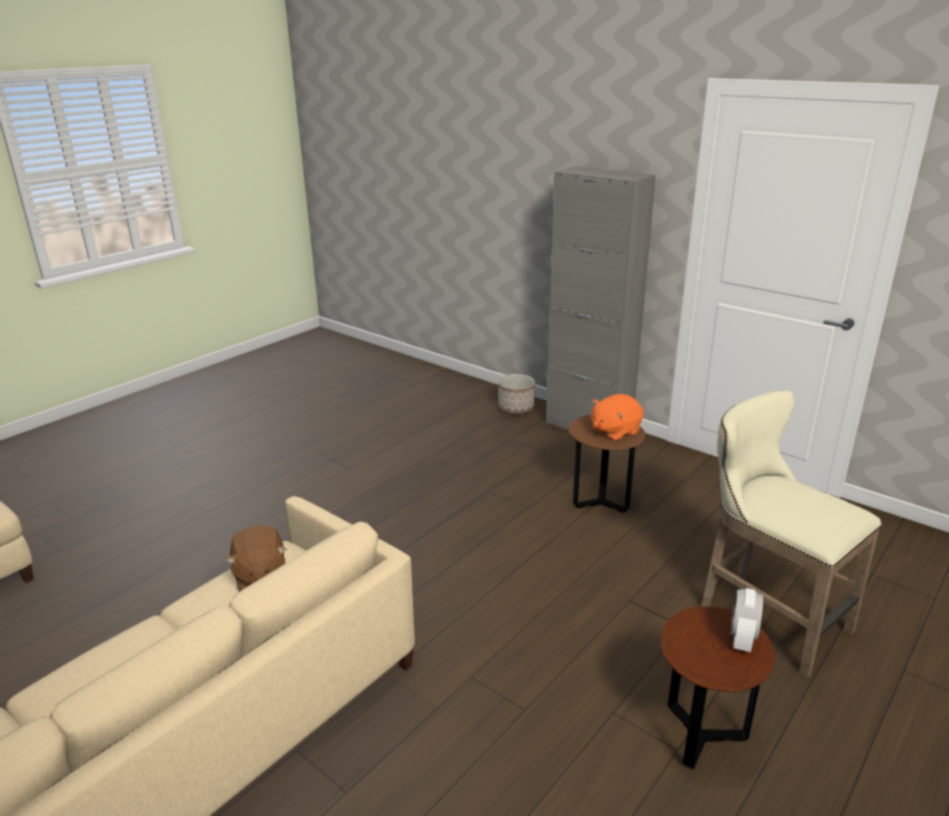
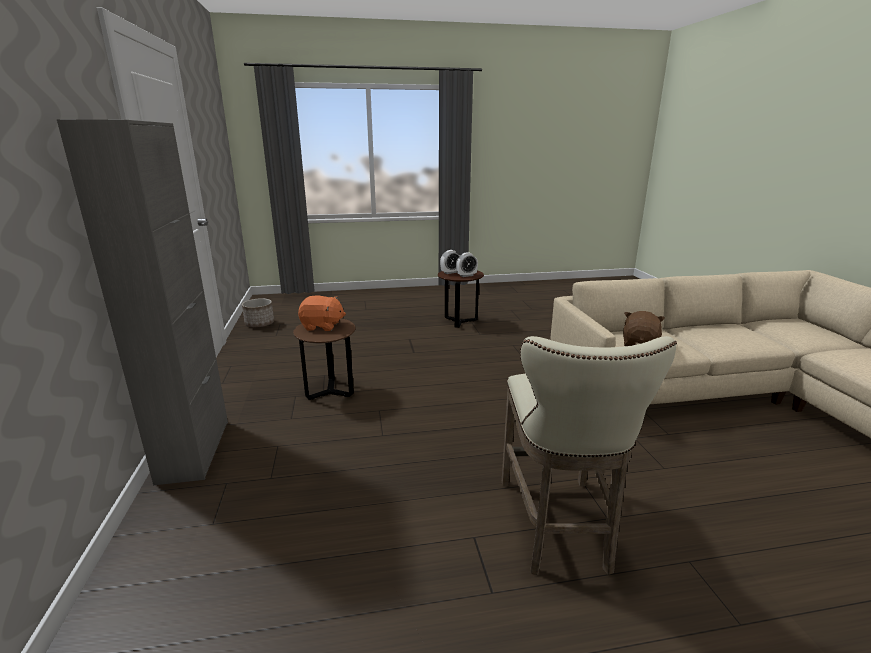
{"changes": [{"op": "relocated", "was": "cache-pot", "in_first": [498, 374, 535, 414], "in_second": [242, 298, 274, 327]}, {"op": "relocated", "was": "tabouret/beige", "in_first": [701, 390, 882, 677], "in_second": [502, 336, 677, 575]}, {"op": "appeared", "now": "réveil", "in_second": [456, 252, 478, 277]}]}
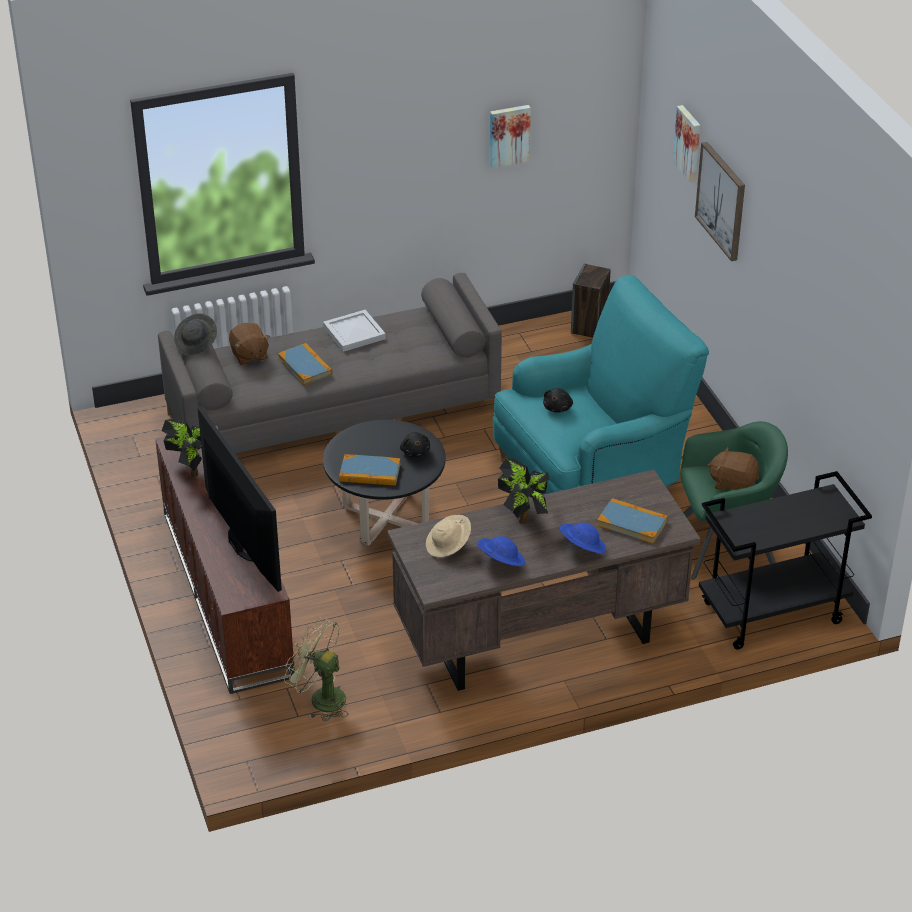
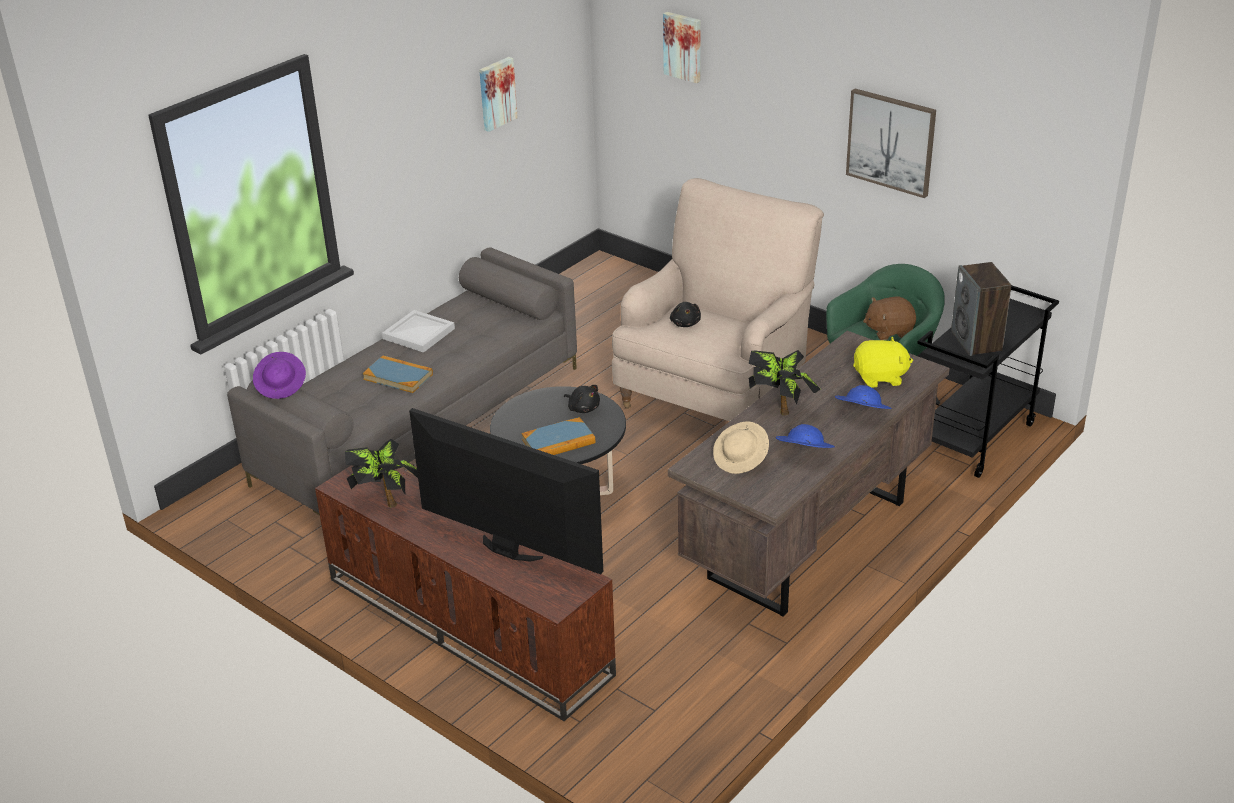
{"changes": [{"op": "colour", "was": "chapeau/gris", "now": "chapeau/violet", "in_first": [174, 313, 217, 355], "in_second": [253, 352, 306, 399]}, {"op": "missing", "was": "peluche/marron", "in_first": [229, 323, 270, 366]}, {"op": "missing", "was": "ventilateur/vert", "in_first": [284, 617, 348, 721]}, {"op": "colour", "was": "fauteuil/turquoise", "now": "fauteuil/beige", "in_first": [493, 275, 709, 495], "in_second": [612, 178, 824, 421]}, {"op": "relocated", "was": "enceinte", "in_first": [571, 263, 611, 338], "in_second": [951, 262, 1012, 356]}, {"op": "exchanged", "was": "livre", "now": "peluche/jaune", "in_first": [597, 498, 668, 544], "in_second": [853, 337, 913, 388]}, {"op": "relocated", "was": "tableau", "in_first": [695, 142, 745, 261], "in_second": [846, 89, 936, 198]}]}
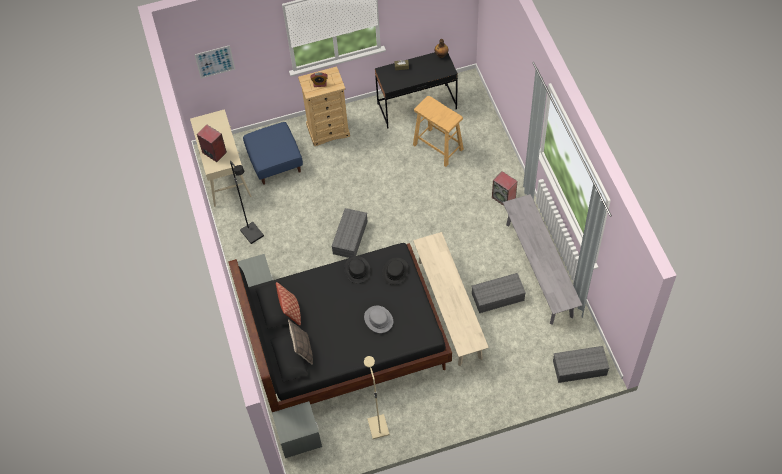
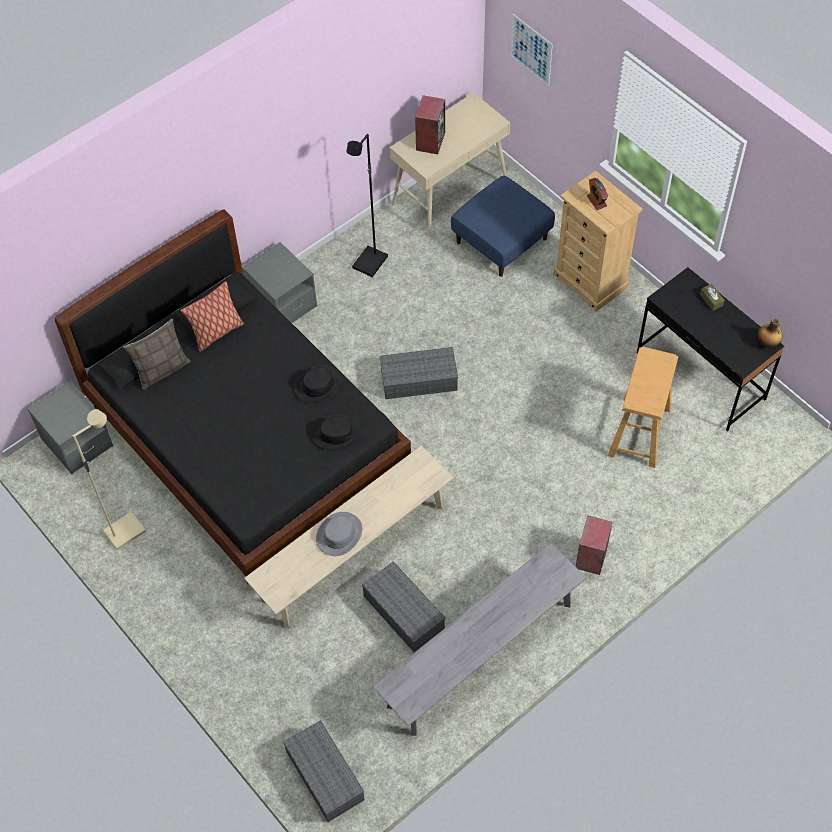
{"changes": [{"op": "relocated", "was": "chapeau/gris", "in_first": [364, 306, 393, 333], "in_second": [316, 512, 362, 556]}]}
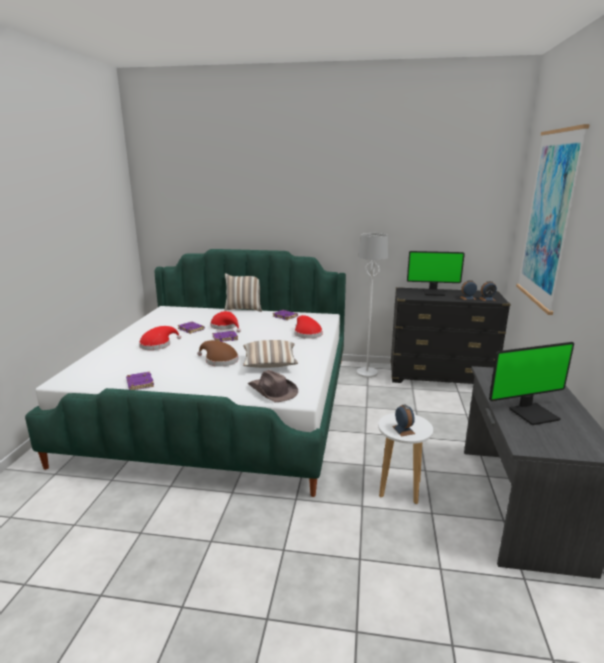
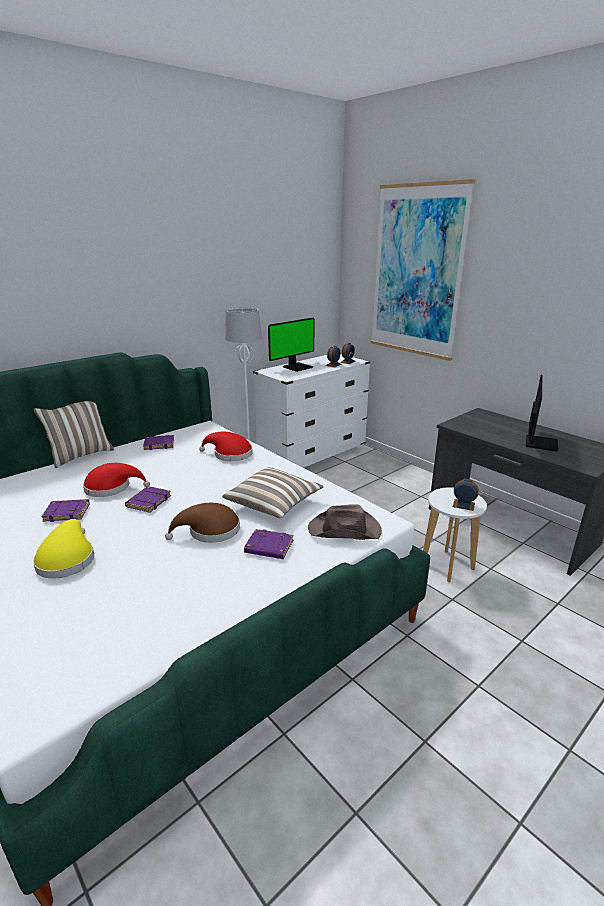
{"changes": [{"op": "relocated", "was": "livre/violet", "in_first": [126, 372, 154, 390], "in_second": [244, 529, 293, 559]}, {"op": "colour", "was": "chapeau/rouge", "now": "chapeau/jaune", "in_first": [139, 326, 181, 350], "in_second": [33, 519, 94, 579]}, {"op": "colour", "was": "commode/noir", "now": "commode/blanc", "in_first": [391, 287, 511, 384], "in_second": [253, 354, 371, 468]}]}
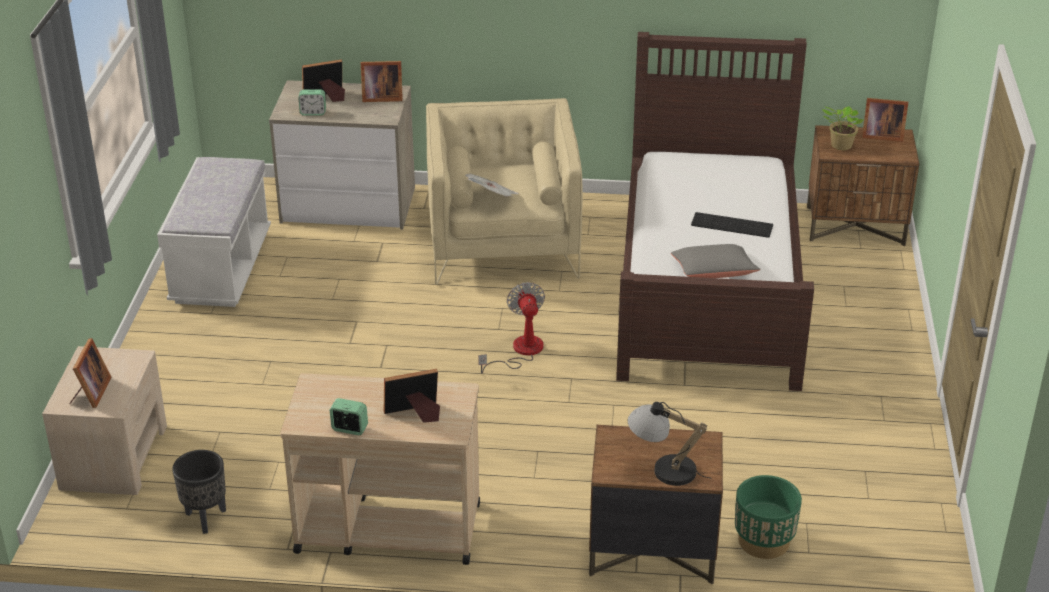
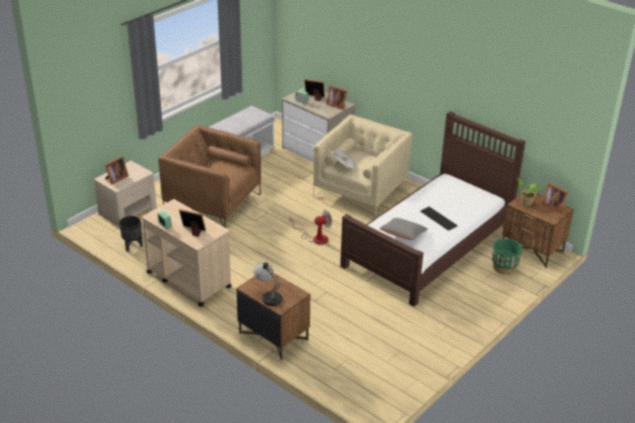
{"changes": [{"op": "spun", "was": "ventilateur", "in_first": [478, 282, 545, 374], "in_second": [290, 210, 332, 245], "clockwise": 45}, {"op": "relocated", "was": "cache-pot/vert", "in_first": [735, 475, 802, 559], "in_second": [492, 238, 522, 275]}, {"op": "appeared", "now": "fauteuil/marron", "in_second": [158, 125, 261, 228]}]}
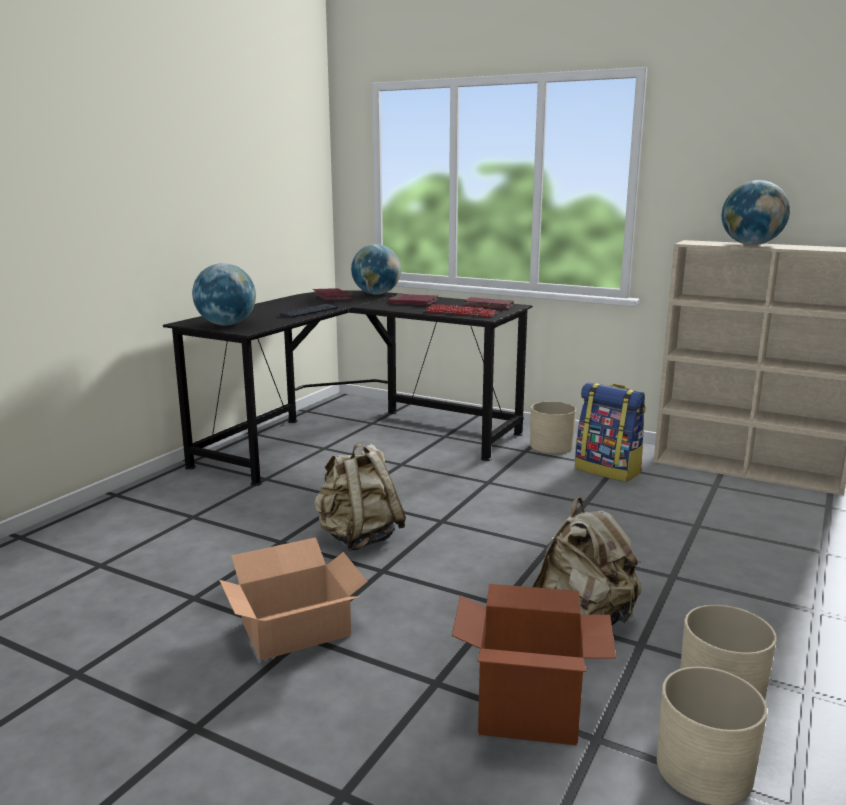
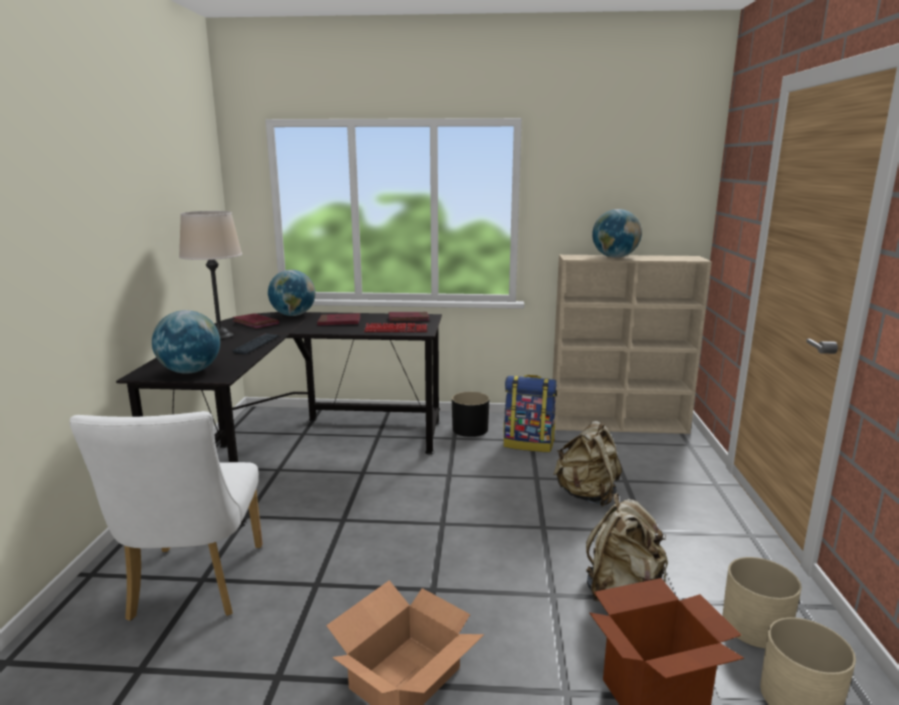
{"changes": [{"op": "relocated", "was": "sac à dos/beige", "in_first": [314, 444, 406, 551], "in_second": [553, 421, 622, 507]}, {"op": "colour", "was": "cache-pot/beige", "now": "cache-pot/noir", "in_first": [530, 401, 576, 454], "in_second": [452, 392, 489, 437]}, {"op": "appeared", "now": "chaise/blanc", "in_second": [70, 411, 263, 621]}, {"op": "appeared", "now": "lampe de table/beige", "in_second": [179, 211, 242, 339]}]}
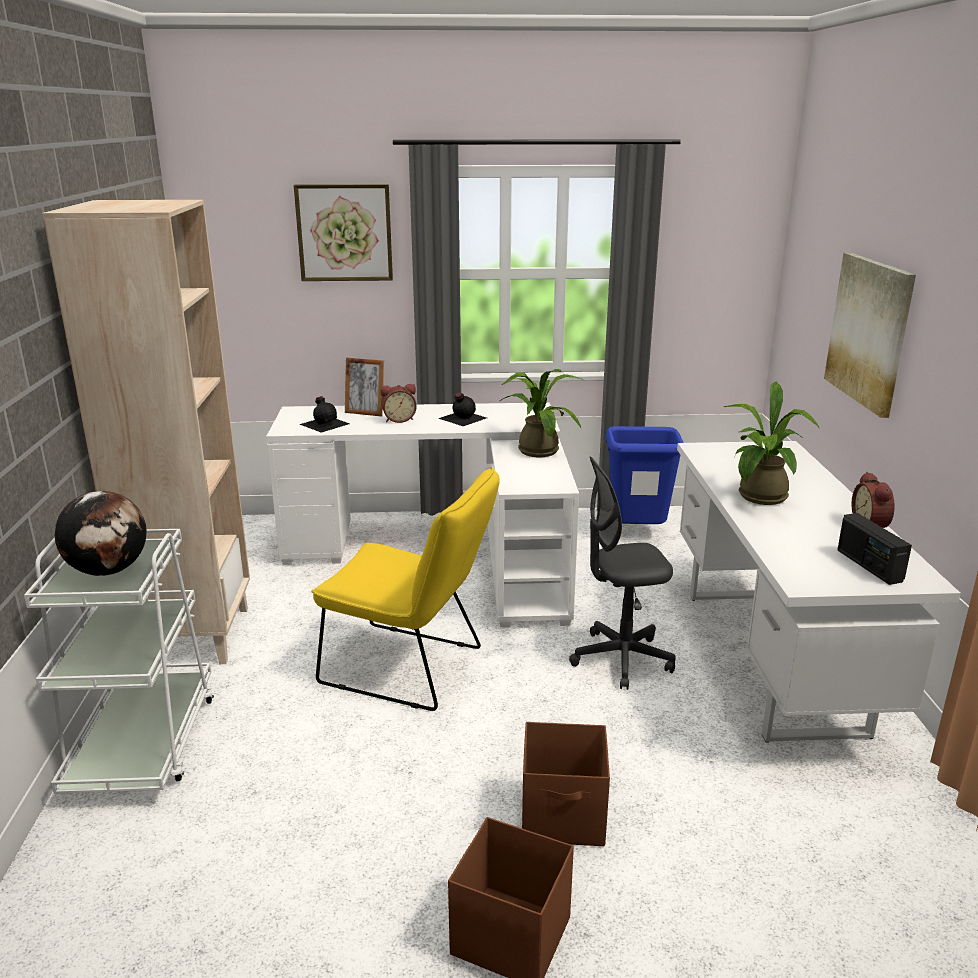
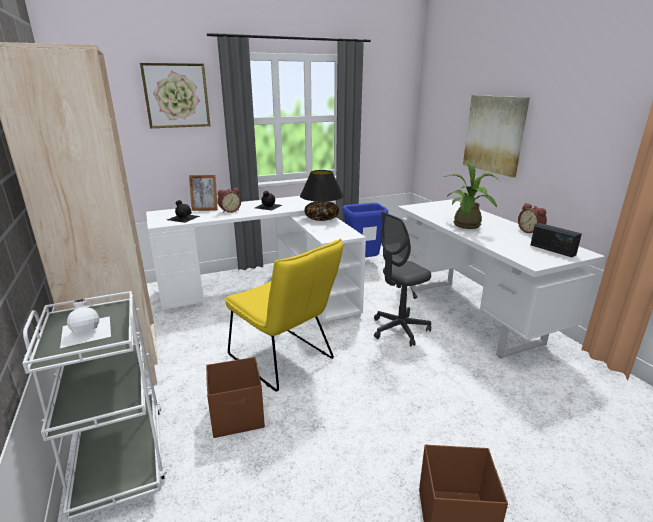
{"changes": [{"op": "exchanged", "was": "globe", "now": "bouteille/blanc", "in_first": [55, 491, 147, 576], "in_second": [60, 299, 111, 348]}, {"op": "spun", "was": "chaise/jaune", "in_first": [311, 467, 500, 711], "in_second": [224, 239, 343, 392], "clockwise": 45}, {"op": "exchanged", "was": "plante en pot", "now": "lampe de table/noir", "in_first": [500, 369, 583, 457], "in_second": [300, 170, 343, 221]}, {"op": "relocated", "was": "boîte de rangement/marron", "in_first": [522, 722, 610, 846], "in_second": [206, 357, 265, 438]}]}
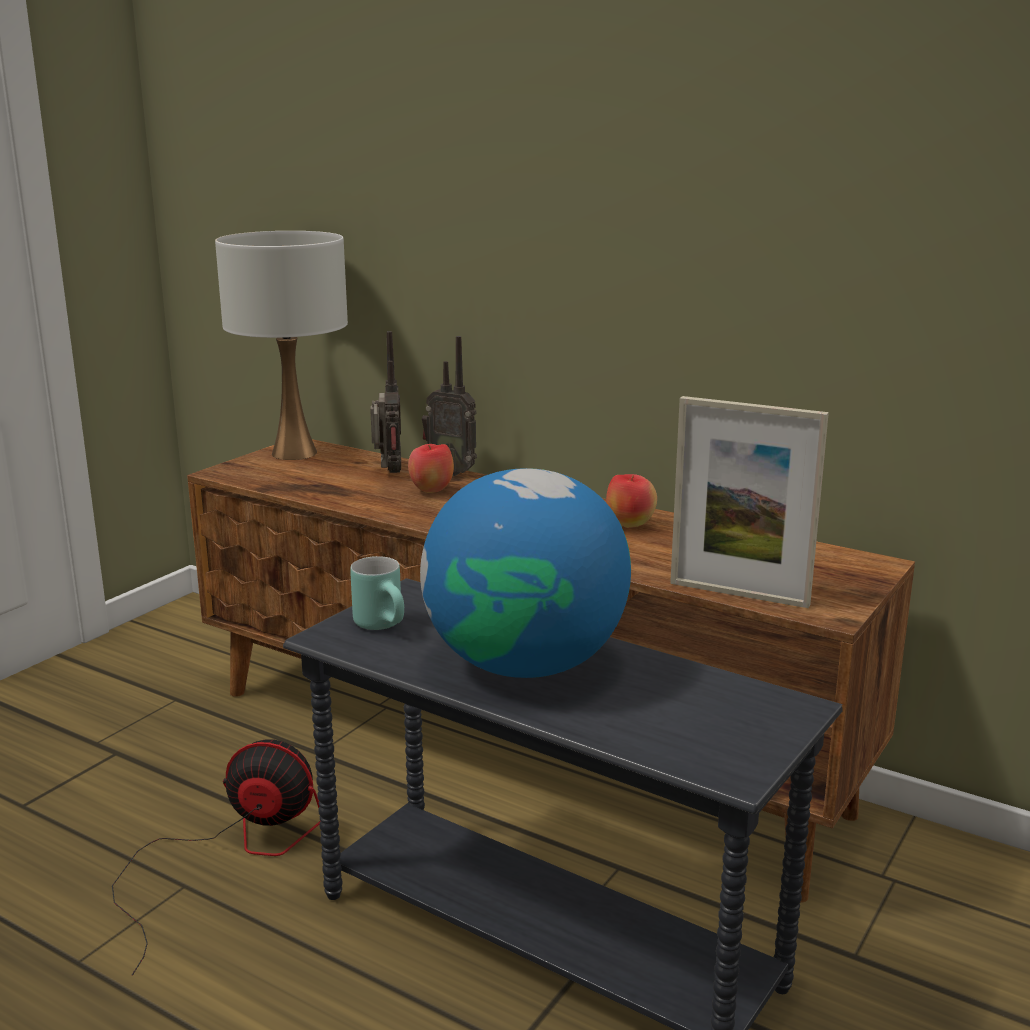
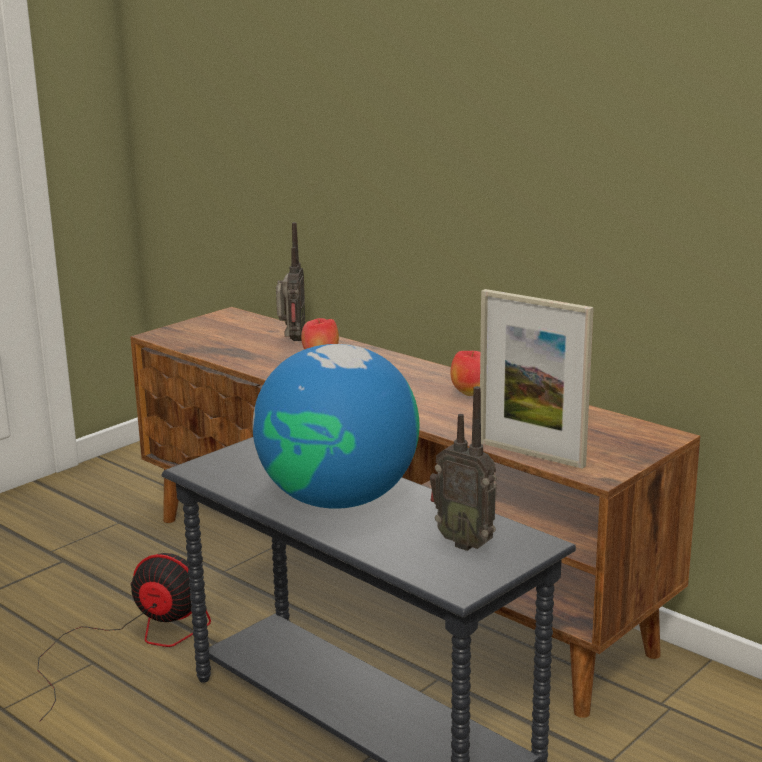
{"changes": [{"op": "missing", "was": "lampe de table/blanc", "in_first": [215, 231, 348, 460]}, {"op": "missing", "was": "mug/turquoise", "in_first": [350, 556, 404, 630]}, {"op": "relocated", "was": "radio", "in_first": [422, 336, 477, 476], "in_second": [430, 386, 497, 551]}]}
